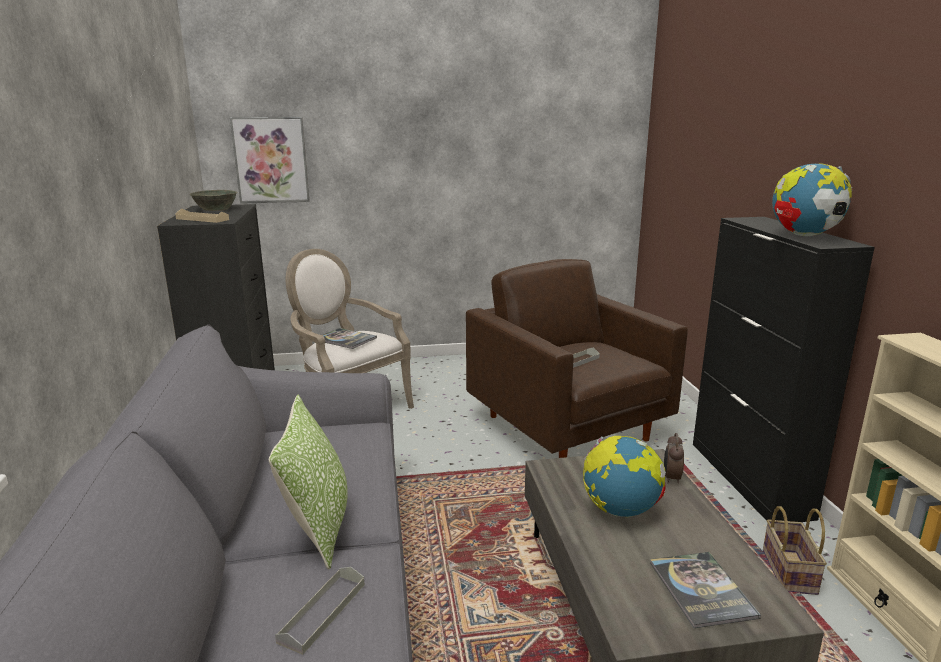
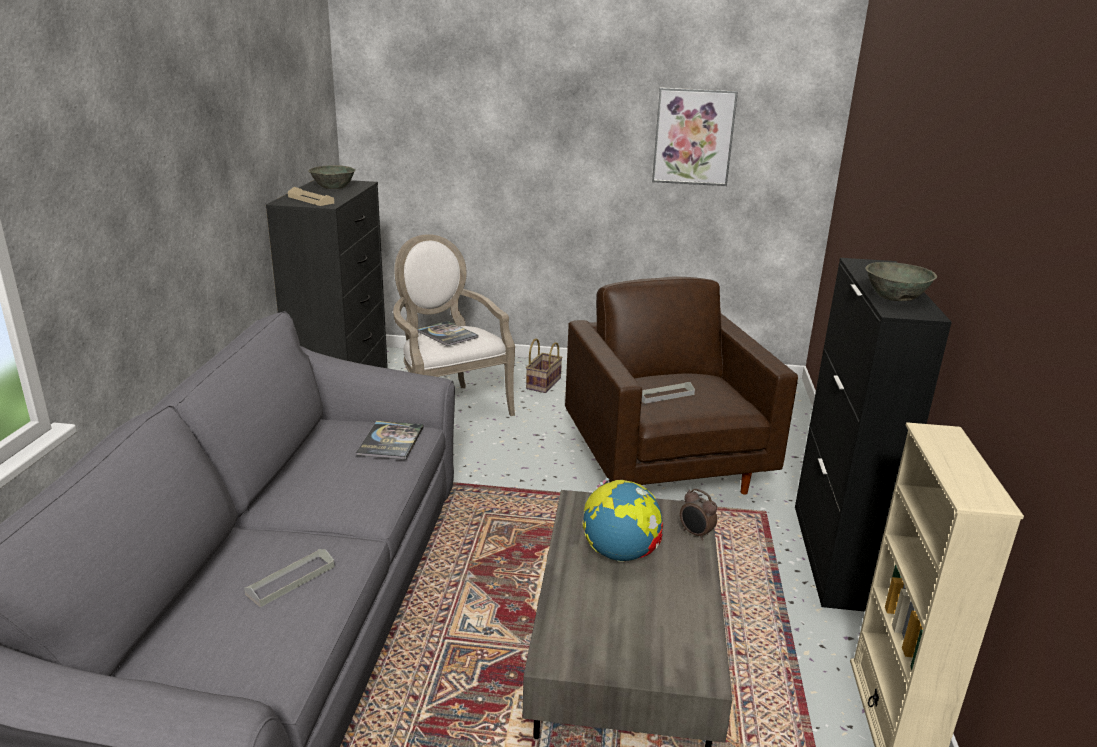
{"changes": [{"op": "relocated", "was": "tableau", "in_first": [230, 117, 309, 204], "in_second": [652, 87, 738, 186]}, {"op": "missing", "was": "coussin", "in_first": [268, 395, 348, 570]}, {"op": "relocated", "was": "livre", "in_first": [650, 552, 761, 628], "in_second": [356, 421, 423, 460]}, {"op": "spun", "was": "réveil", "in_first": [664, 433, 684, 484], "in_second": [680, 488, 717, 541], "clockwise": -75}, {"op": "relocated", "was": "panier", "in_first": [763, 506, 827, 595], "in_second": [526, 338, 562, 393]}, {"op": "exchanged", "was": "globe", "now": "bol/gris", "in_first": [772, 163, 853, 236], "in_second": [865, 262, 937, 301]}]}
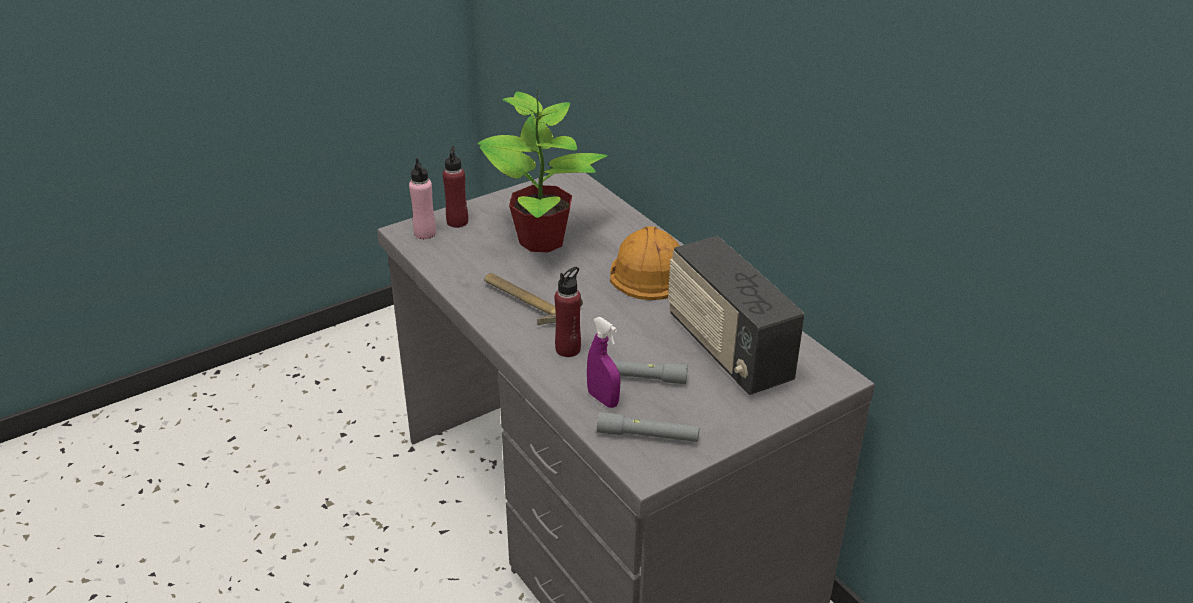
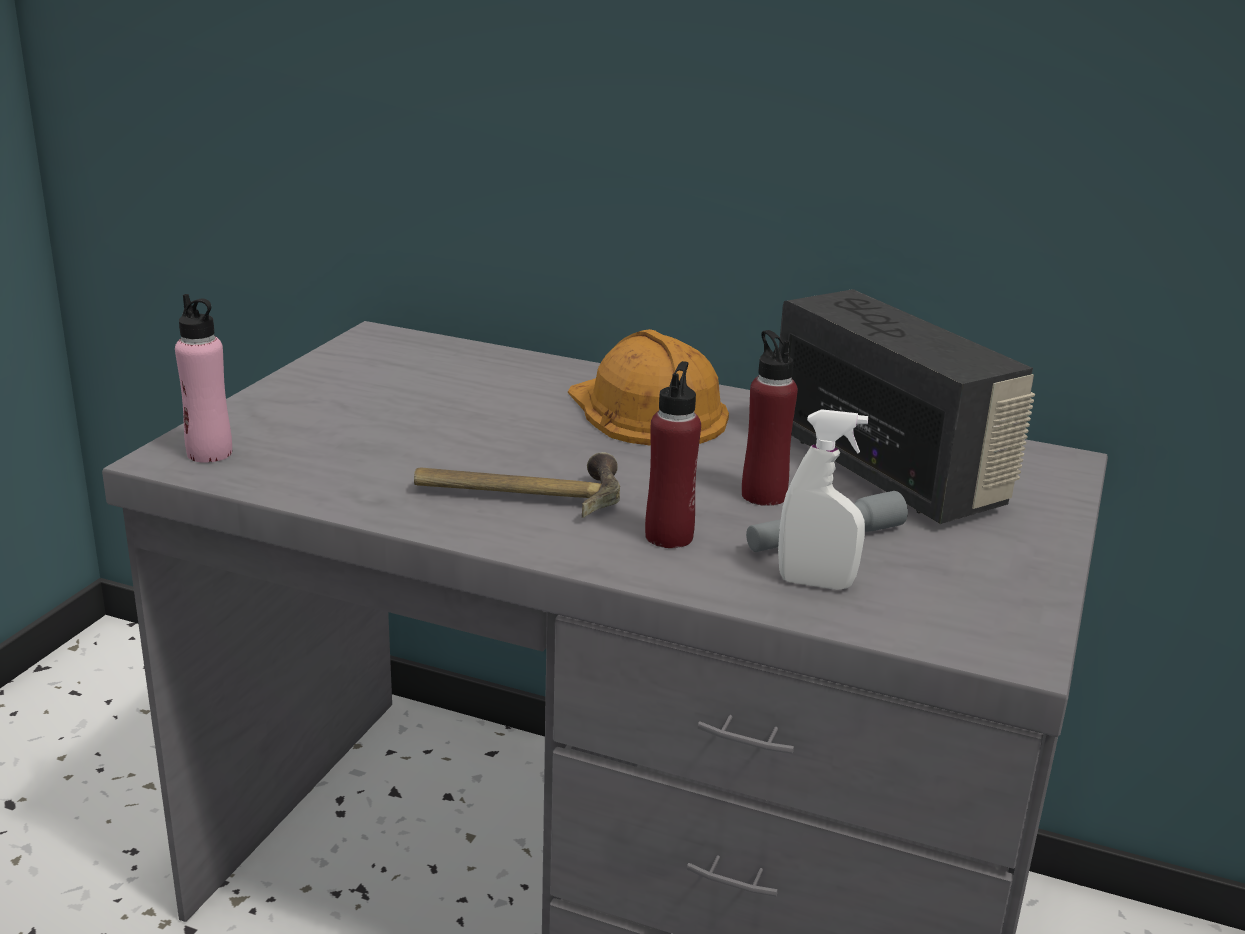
{"changes": [{"op": "relocated", "was": "bouteille/rouge", "in_first": [443, 146, 468, 228], "in_second": [742, 330, 798, 506]}, {"op": "missing", "was": "plante en pot", "in_first": [477, 89, 608, 252]}, {"op": "colour", "was": "vaporisateur/violet", "now": "vaporisateur/blanc", "in_first": [587, 317, 620, 408], "in_second": [778, 409, 868, 590]}, {"op": "missing", "was": "lampe de poche/gris", "in_first": [597, 412, 699, 442]}, {"op": "spun", "was": "radio", "in_first": [668, 236, 804, 395], "in_second": [779, 289, 1035, 524], "clockwise": -150}]}
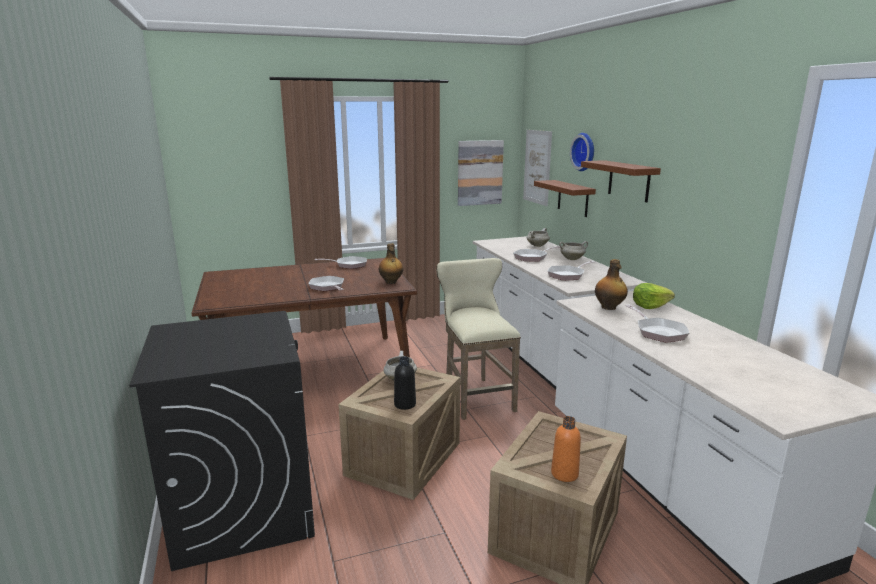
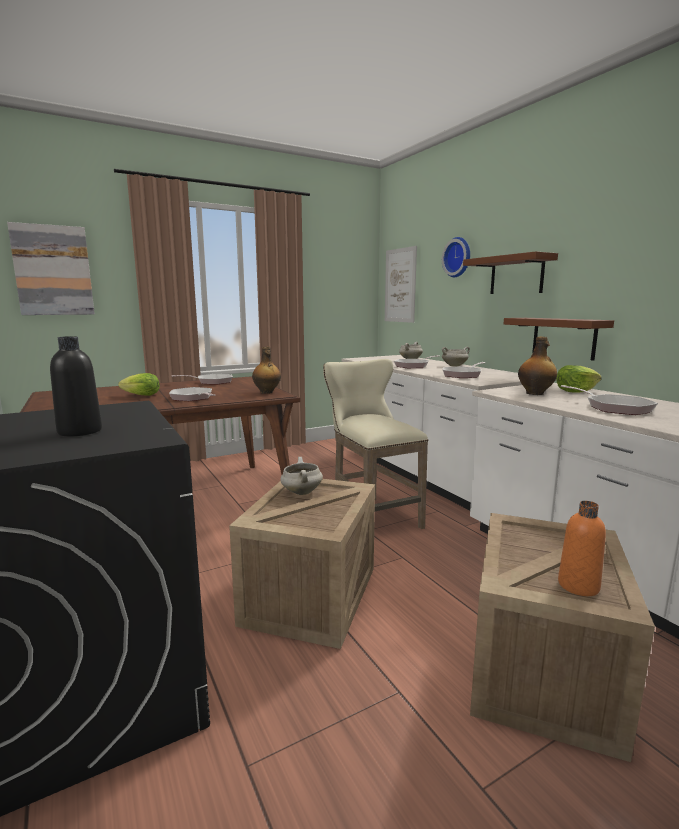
{"changes": [{"op": "relocated", "was": "bouteille/noir", "in_first": [394, 356, 416, 410], "in_second": [50, 336, 102, 437]}, {"op": "relocated", "was": "tableau", "in_first": [458, 140, 504, 206], "in_second": [7, 222, 95, 315]}, {"op": "relocated", "was": "étagère/marron", "in_first": [534, 180, 596, 217], "in_second": [504, 318, 614, 361]}, {"op": "appeared", "now": "laitue", "in_second": [118, 373, 160, 396]}]}
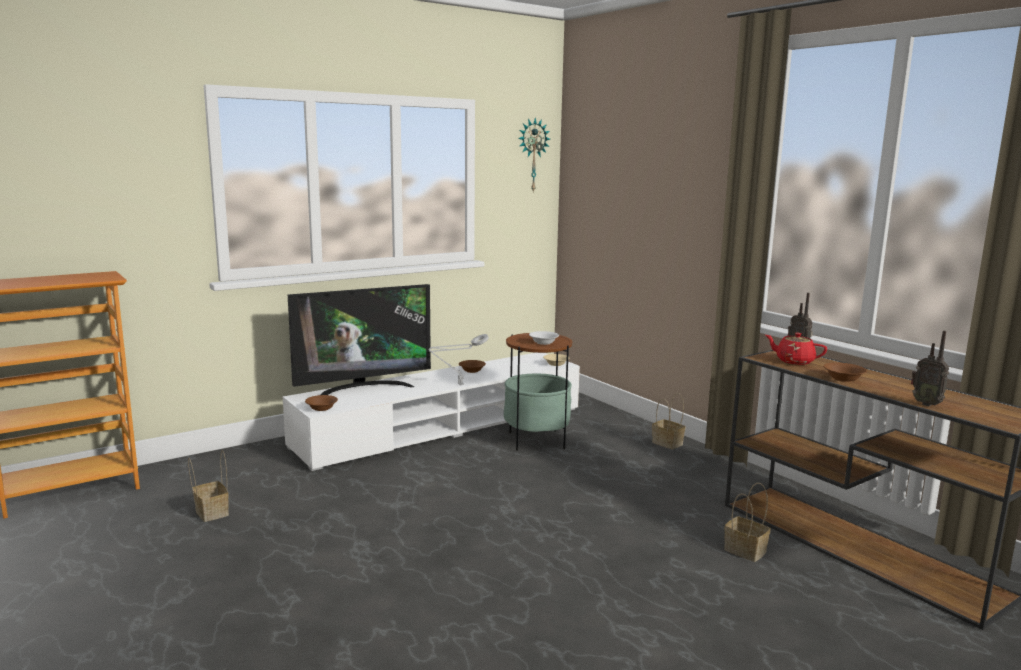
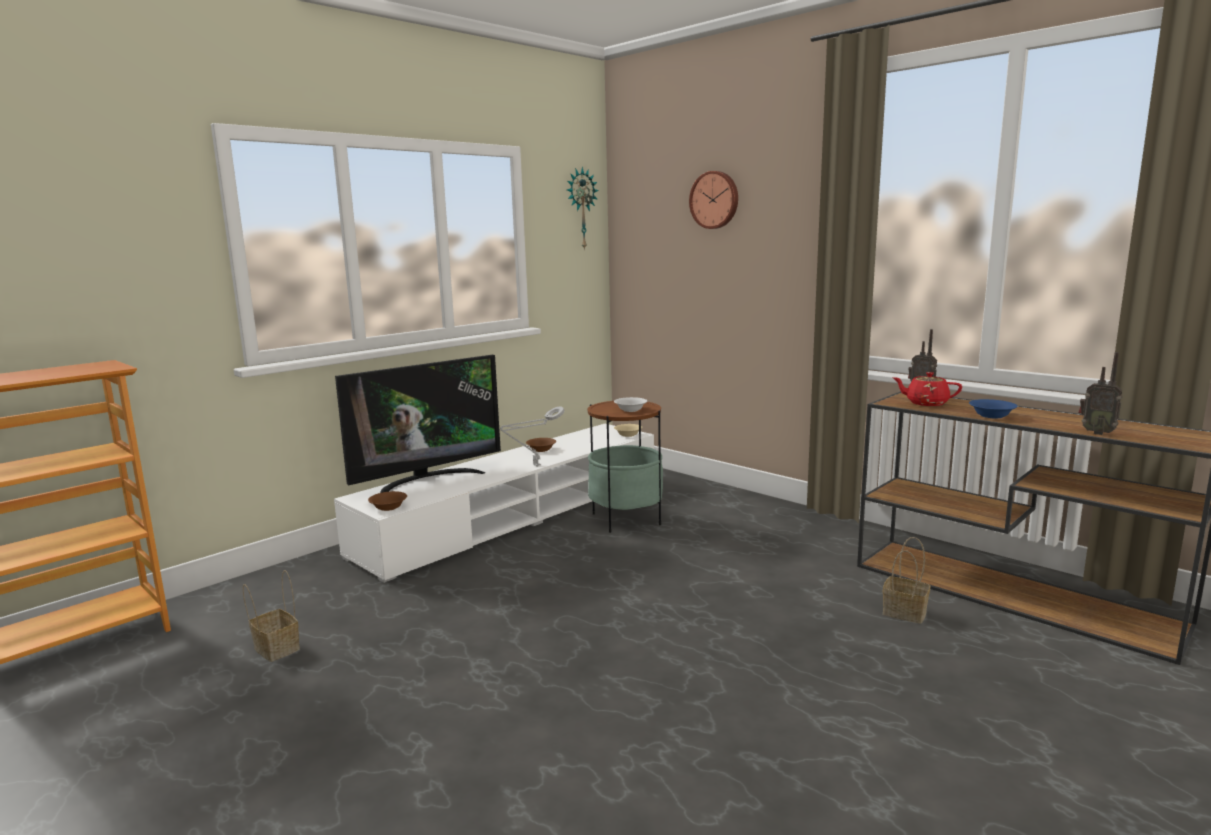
{"changes": [{"op": "missing", "was": "panier", "in_first": [652, 393, 685, 449]}, {"op": "colour", "was": "bol/marron", "now": "bol/bleu", "in_first": [823, 362, 867, 382], "in_second": [969, 399, 1018, 419]}, {"op": "appeared", "now": "horloge murale", "in_second": [689, 171, 738, 229]}]}
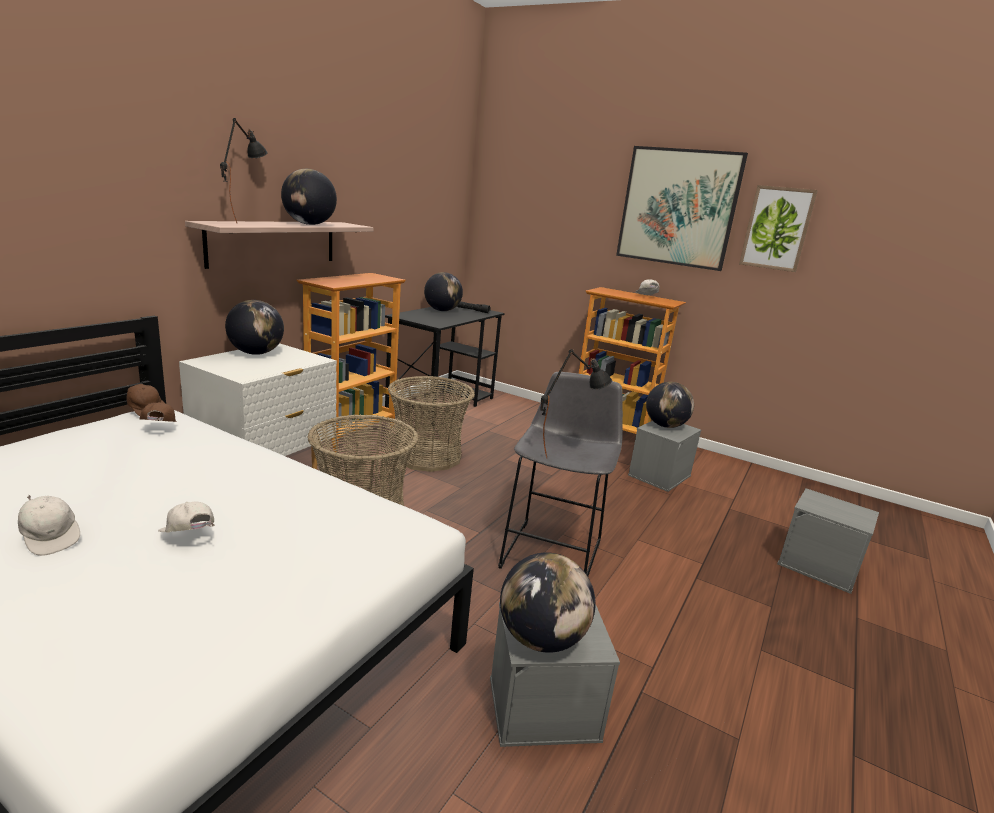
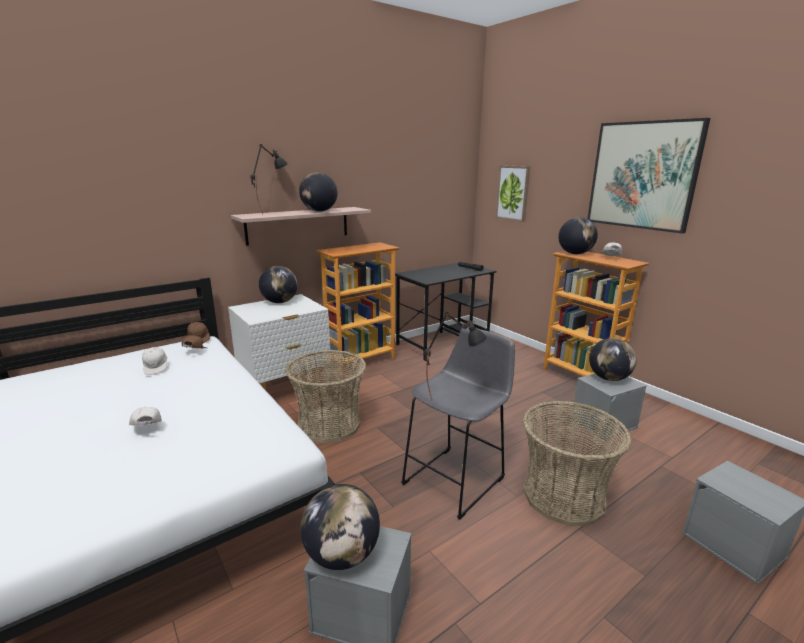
{"changes": [{"op": "relocated", "was": "casquette/blanc", "in_first": [18, 495, 80, 556], "in_second": [142, 346, 167, 375]}, {"op": "relocated", "was": "panier", "in_first": [388, 376, 475, 472], "in_second": [523, 401, 632, 526]}, {"op": "relocated", "was": "globe", "in_first": [424, 272, 463, 311], "in_second": [558, 217, 598, 254]}, {"op": "relocated", "was": "tableau", "in_first": [739, 185, 818, 272], "in_second": [495, 165, 530, 222]}]}
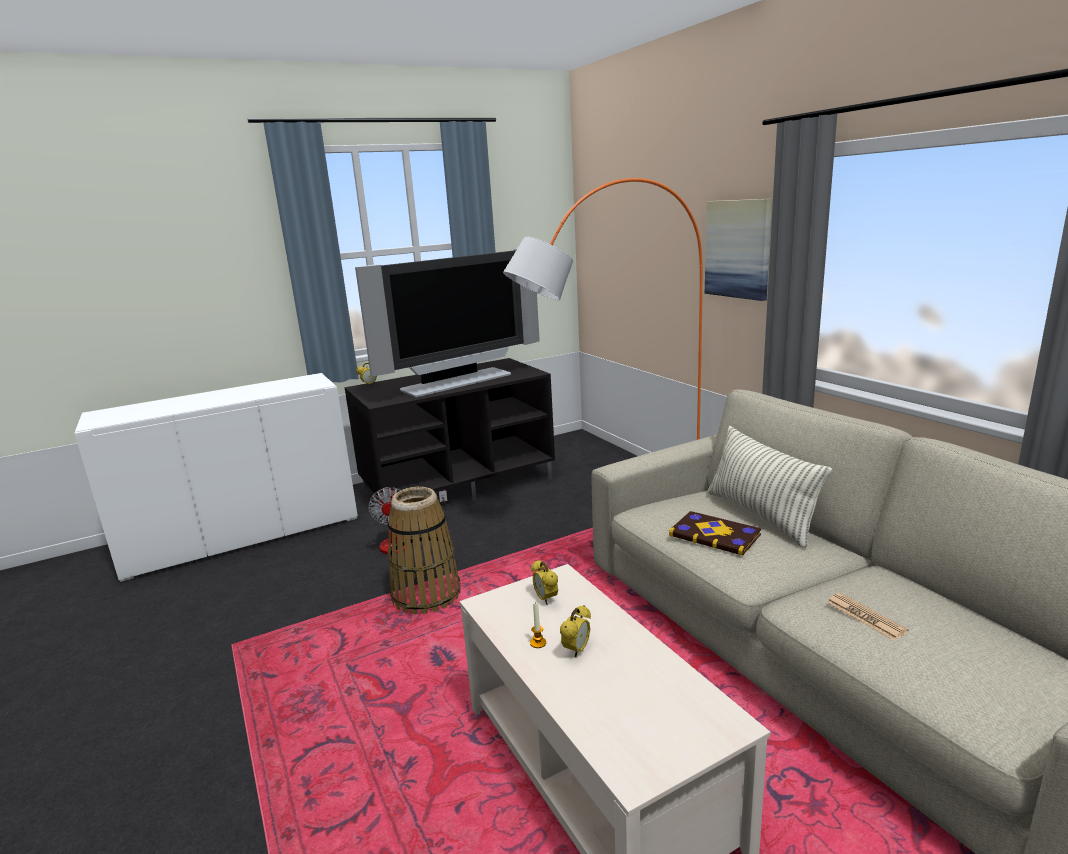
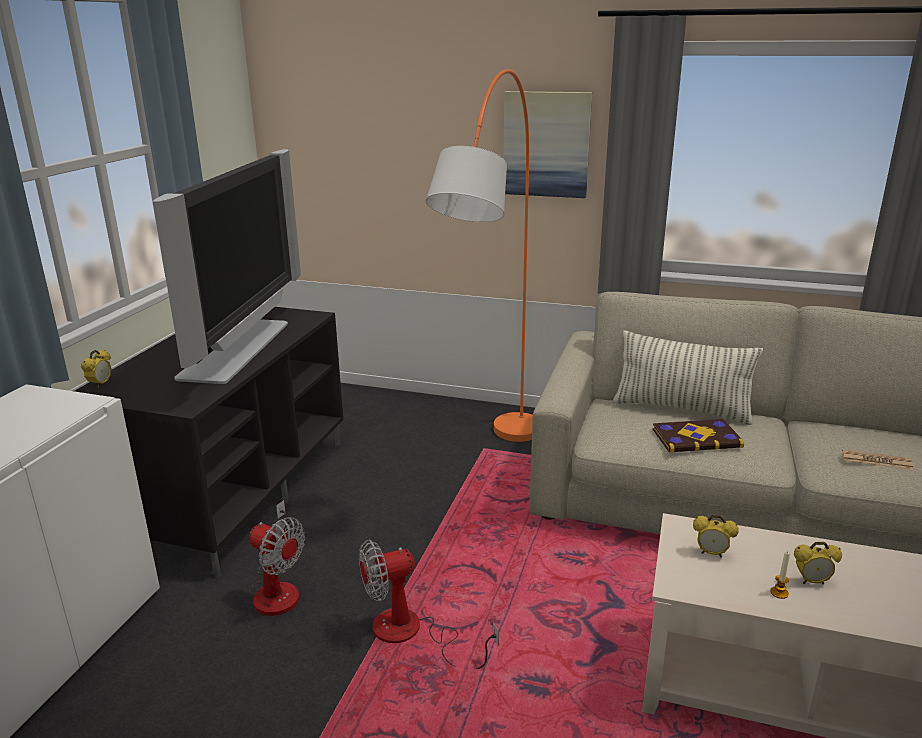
{"changes": [{"op": "exchanged", "was": "panier", "now": "ventilateur", "in_first": [387, 487, 460, 614], "in_second": [359, 539, 499, 669]}, {"op": "spun", "was": "réveil", "in_first": [560, 605, 591, 657], "in_second": [794, 542, 842, 584], "clockwise": 105}]}
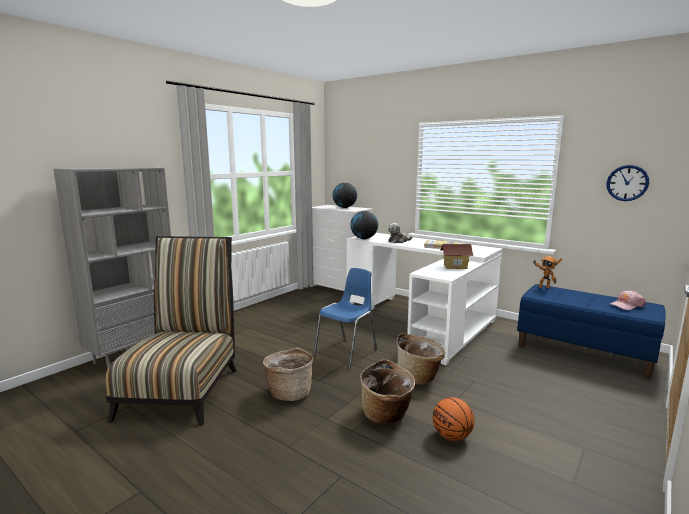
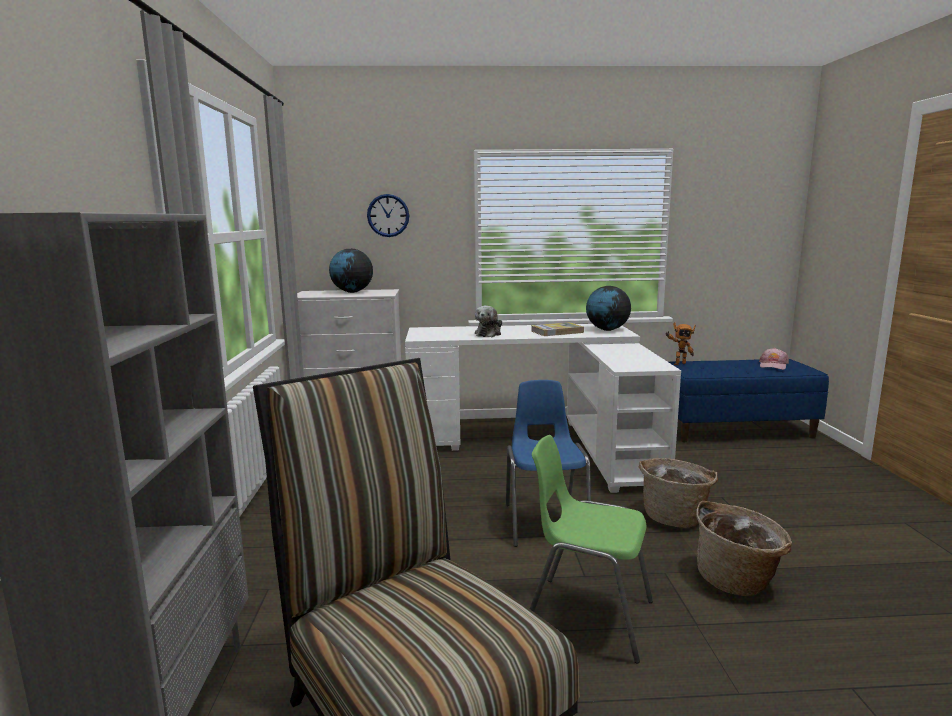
{"changes": [{"op": "exchanged", "was": "panier", "now": "chaise/vert", "in_first": [263, 347, 313, 401], "in_second": [530, 435, 653, 664]}, {"op": "relocated", "was": "globe", "in_first": [350, 211, 378, 239], "in_second": [586, 286, 631, 331]}, {"op": "missing", "was": "ballon de basket", "in_first": [433, 397, 475, 441]}, {"op": "missing", "was": "maison miniature", "in_first": [440, 244, 473, 269]}, {"op": "relocated", "was": "horloge murale", "in_first": [606, 165, 649, 201], "in_second": [367, 194, 409, 237]}]}
